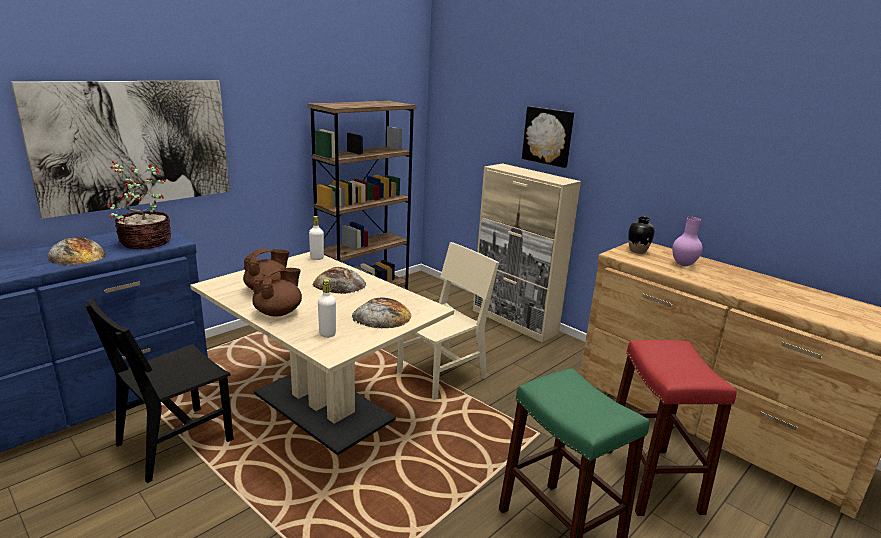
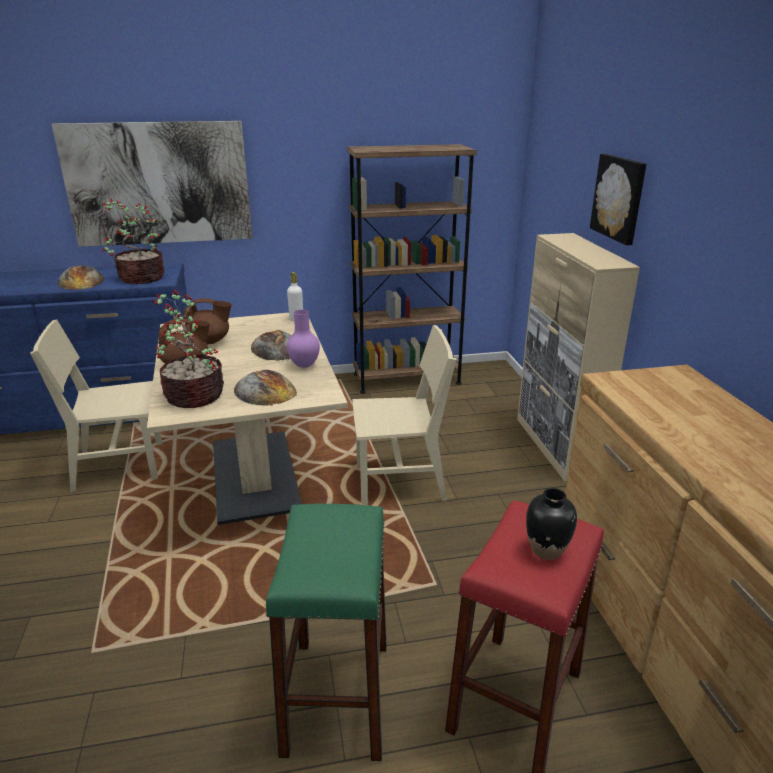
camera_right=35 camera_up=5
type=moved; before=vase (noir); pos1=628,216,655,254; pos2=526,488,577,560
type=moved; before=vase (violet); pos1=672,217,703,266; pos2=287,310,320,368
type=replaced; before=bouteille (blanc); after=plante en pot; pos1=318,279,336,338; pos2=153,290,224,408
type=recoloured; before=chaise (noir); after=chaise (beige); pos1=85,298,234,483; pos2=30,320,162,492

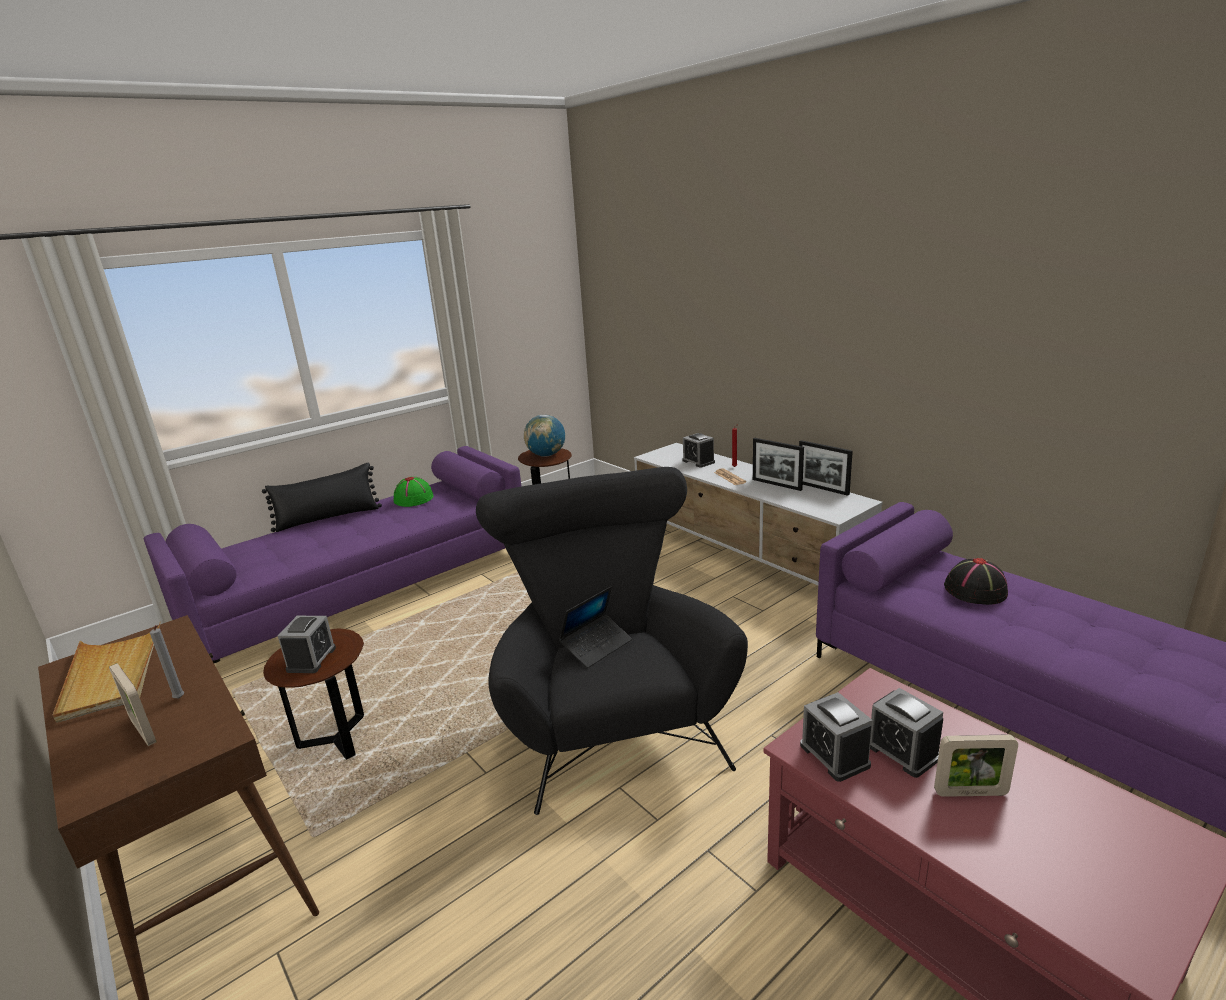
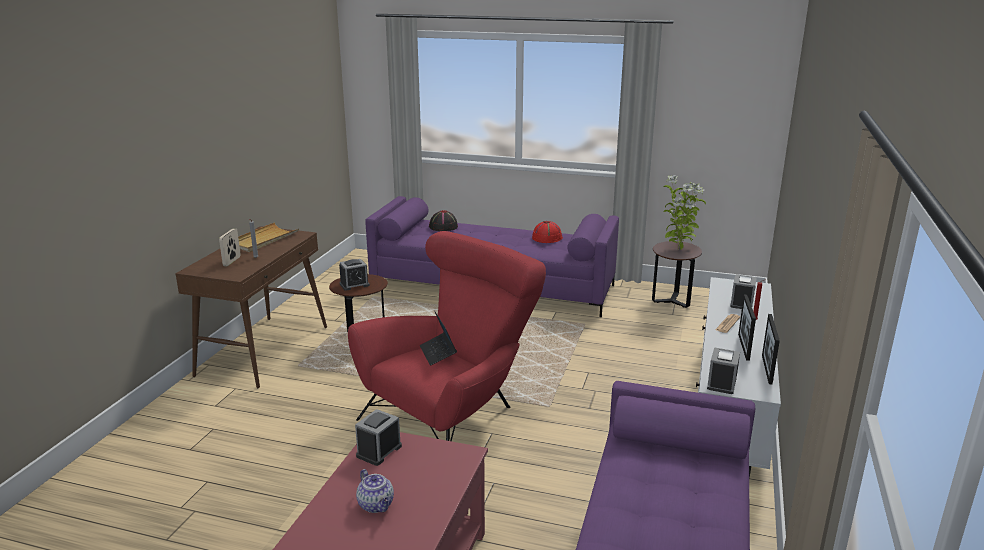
camera_right=55 camera_up=0
type=replaced; before=globe; after=plante en pot; pos1=524,415,565,457; pos2=663,175,706,250
type=removed; before=coussin (noir); pos1=262,463,382,532
type=recoloured; before=fauteuil (noir); after=fauteuil (rouge); pos1=476,467,748,815; pos2=348,231,546,441
type=recoloured; before=chapeau (vert); after=chapeau (rouge); pos1=393,477,434,507; pos2=532,221,563,243
type=moved; before=chapeau (noir); pos1=944,558,1008,605; pos2=429,210,458,231
type=turned; before=ordinateur portable; pos1=559,586,632,668; pos2=420,312,457,366; turn=60
type=moved; before=réveil; pos1=870,688,943,778; pos2=707,347,740,394
type=replaced; before=cadre photo; after=théière; pos1=934,734,1018,797; pos2=356,469,394,513

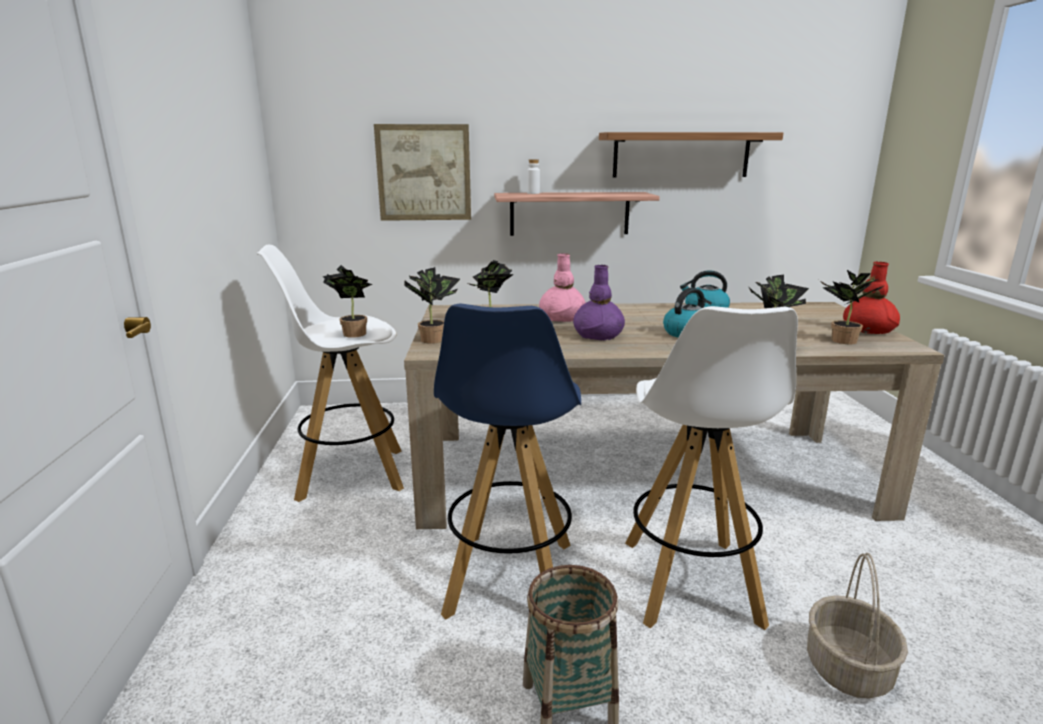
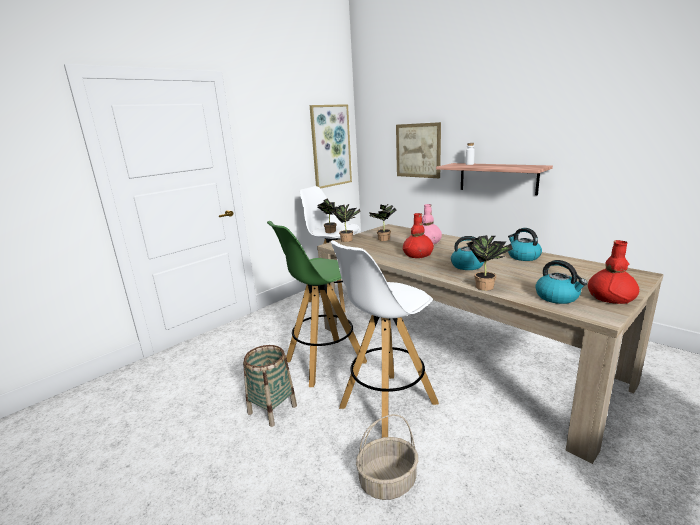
camera_right=50 camera_up=0
type=removed; before=étagère; pos1=599,132,783,178
type=recoloured; before=vase (violet); after=vase (rouge); pos1=573,265,625,340; pos2=402,213,434,259
type=replaced; before=plante en pot; after=bouilloire; pos1=819,270,883,344; pos2=535,260,588,304
type=recoloured; before=tabouret (bleu); after=tabouret (vert); pos1=434,303,581,620; pos2=267,221,367,387
type=added; after=tableau; pos2=310,104,352,189

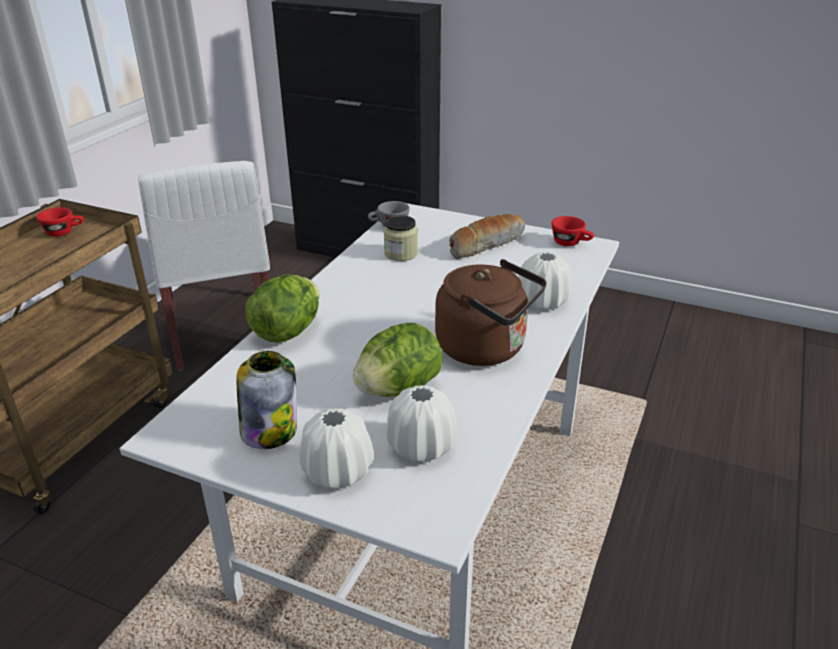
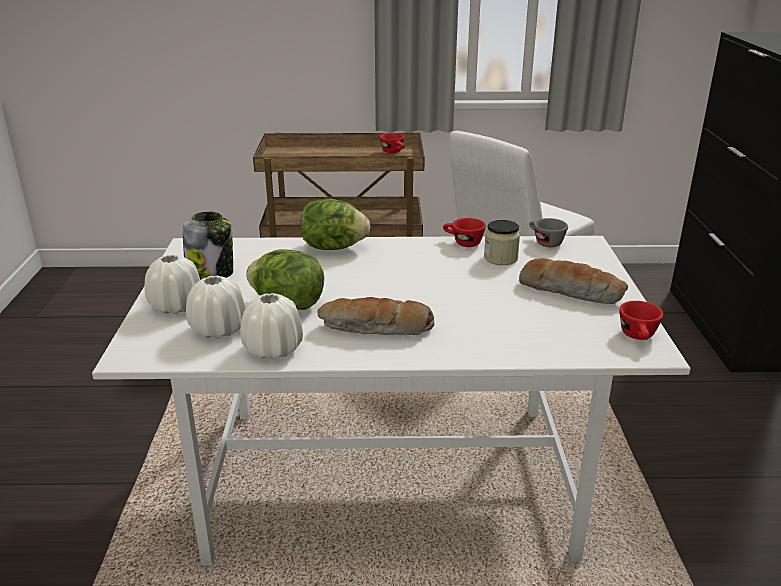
camera_right=65 camera_up=-5
type=moved; before=vase (blanc); pos1=518,252,572,310; pos2=240,293,303,360
type=replaced; before=bouilloire (marron); after=pain; pos1=435,259,547,366; pos2=317,297,434,335
type=added; after=tasse (rouge); pos2=443,218,486,247

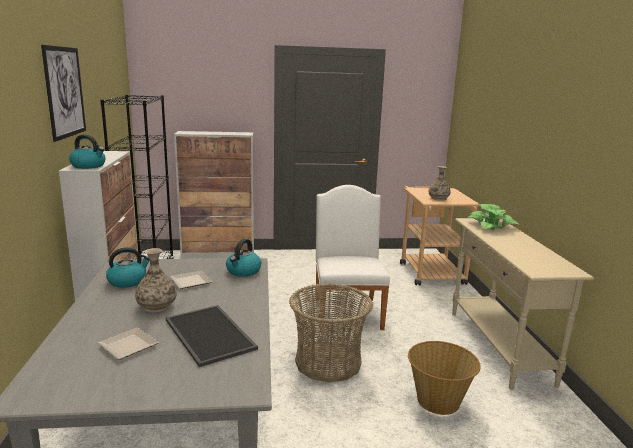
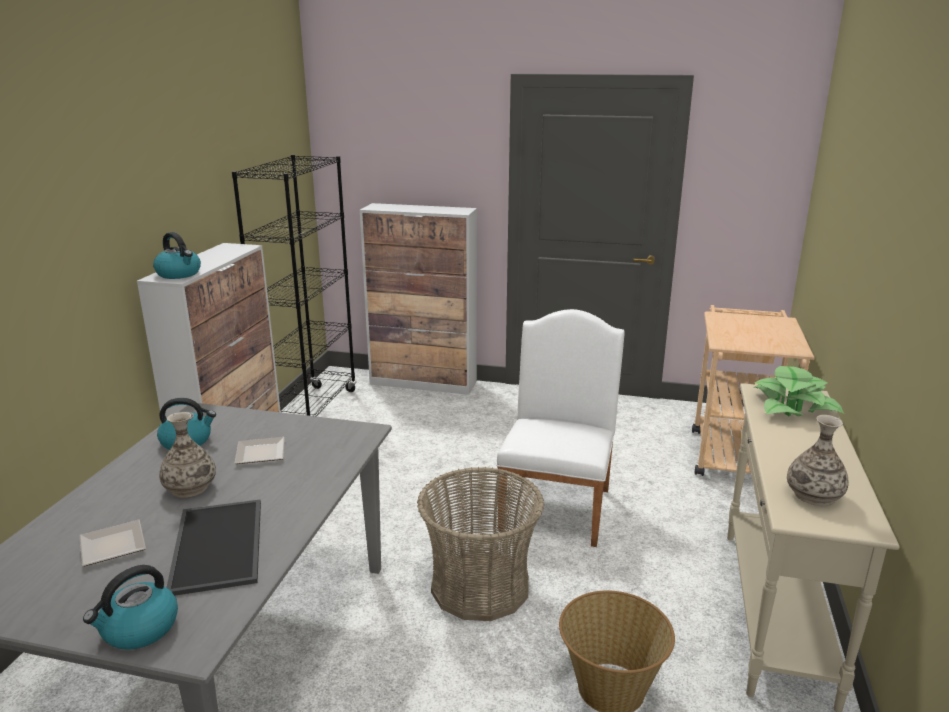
camera_right=20 camera_up=5
type=removed; before=tableau; pos1=41,45,86,142
type=moved; before=vase; pos1=429,166,451,201; pos2=787,415,849,506
type=moved; before=bouilloire; pos1=226,239,261,277; pos2=83,565,178,650

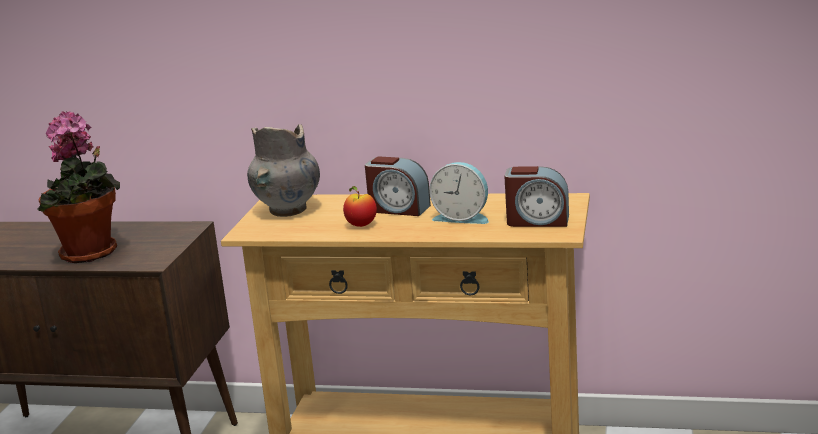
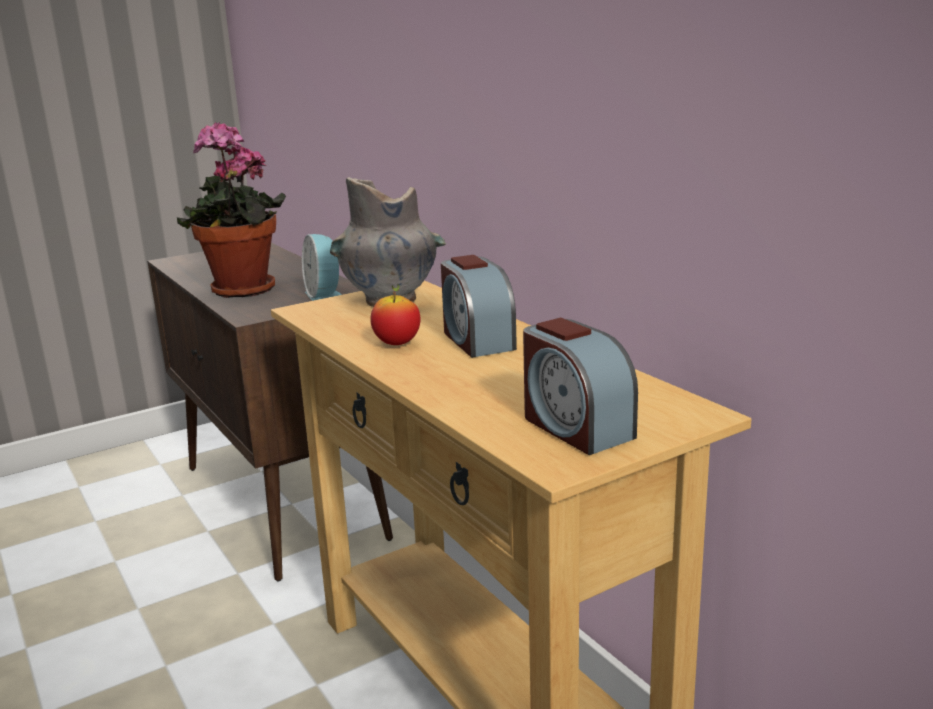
camera_right=45 camera_up=0
type=moved; before=réveil; pos1=429,162,489,224; pos2=302,234,342,301

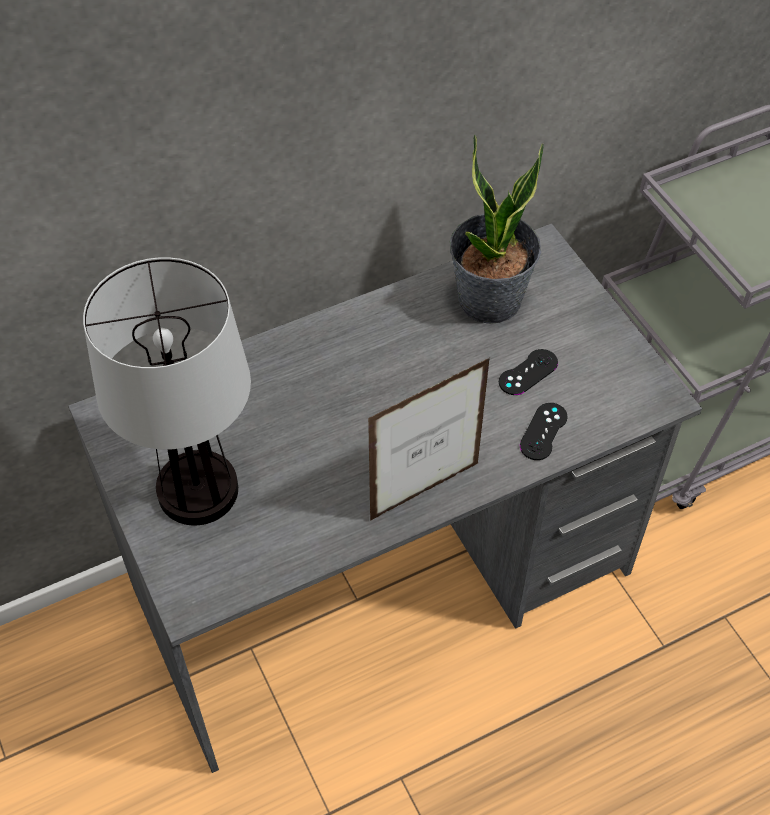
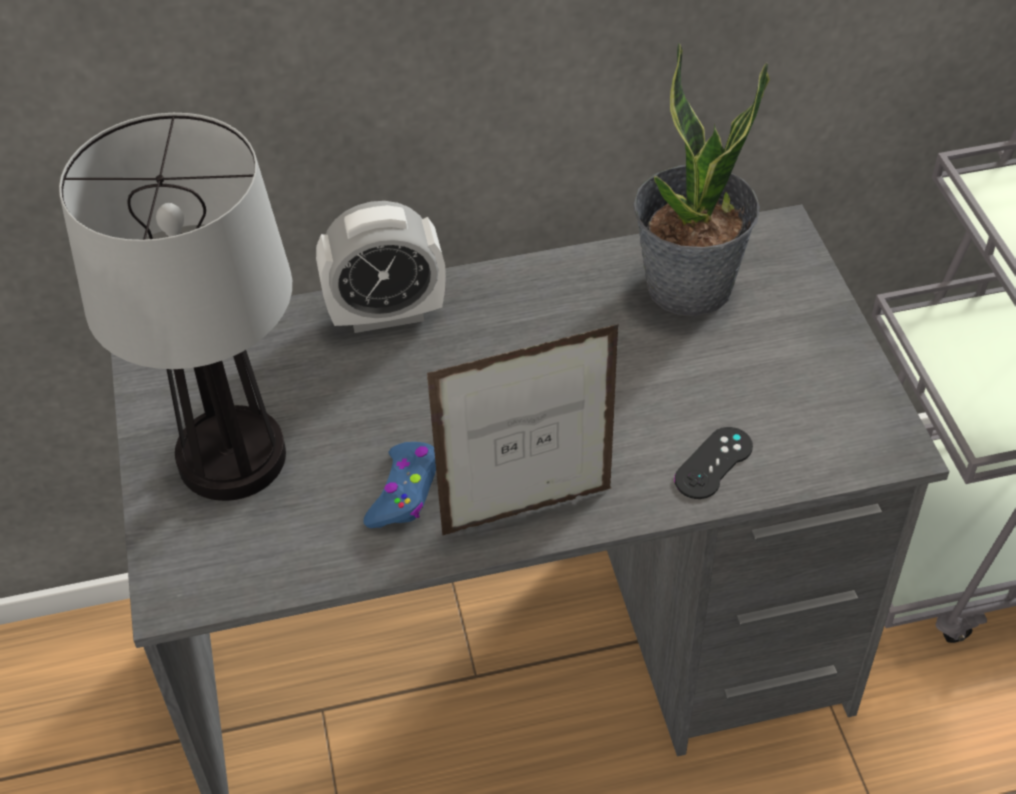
camera_right=15 camera_up=-5
type=removed; before=manette (noir); pos1=499,349,558,395
type=added; after=réveil; pos2=316,201,446,333
type=added; after=manette (bleu); pos2=363,442,436,528

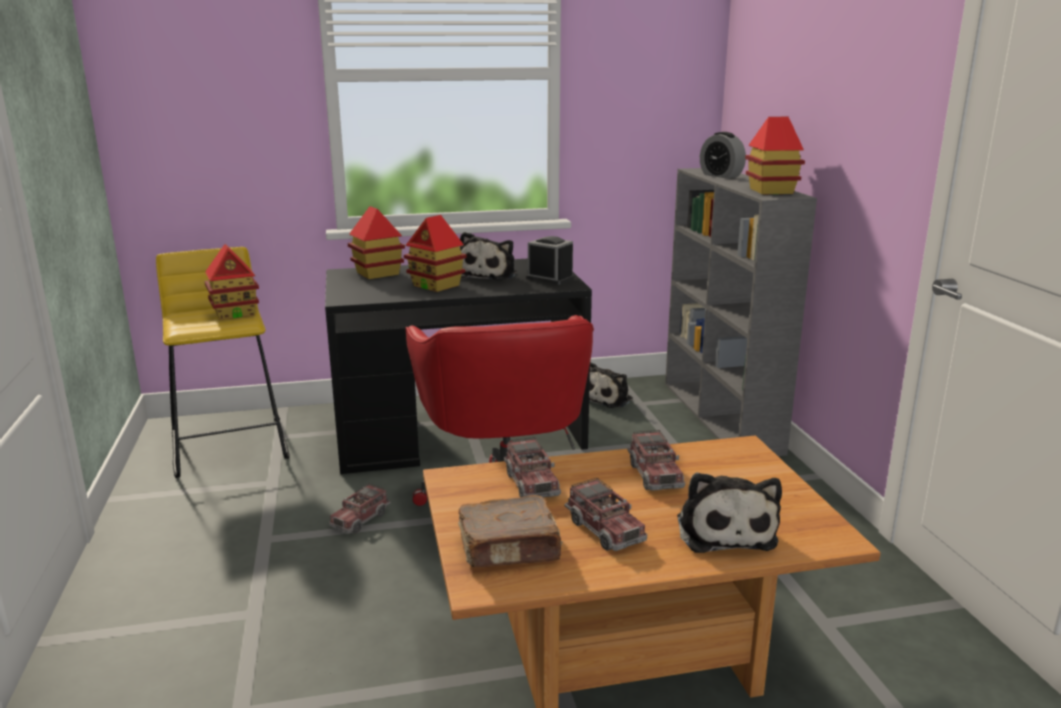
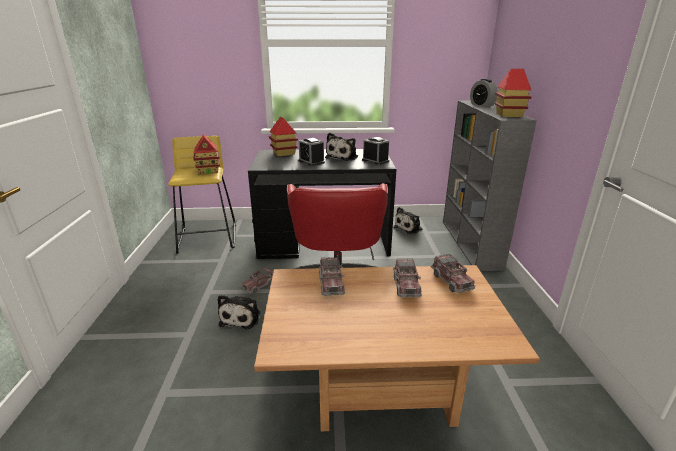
camera_right=10 camera_up=5
type=replaced; before=maison miniature; after=réveil; pos1=404,215,467,292; pos2=299,138,325,166
type=moved; before=peluche; pos1=677,472,782,553; pos2=218,295,261,329
type=moved; before=camion jouet; pos1=565,478,647,551; pos2=431,254,475,293
type=removed; before=livre (marron); pos1=458,495,563,567

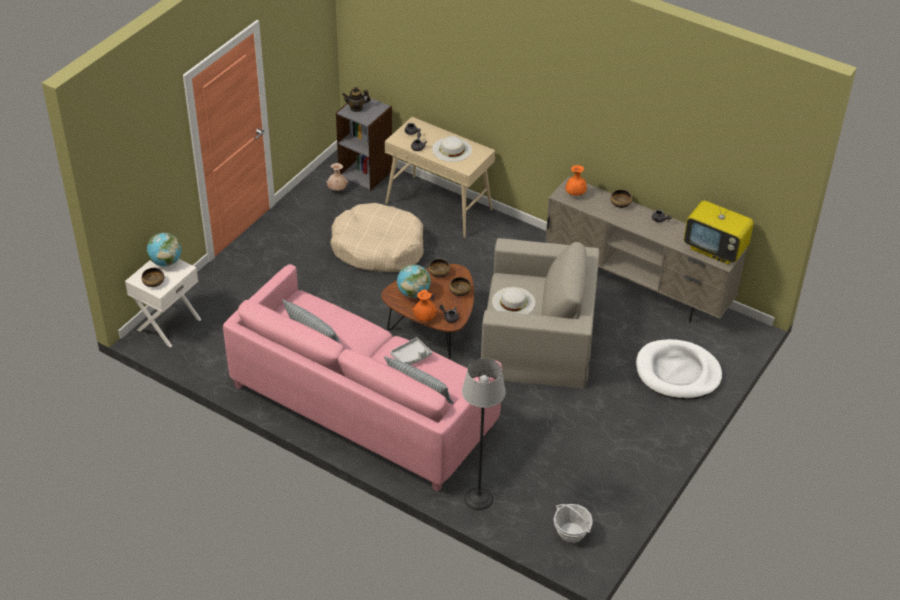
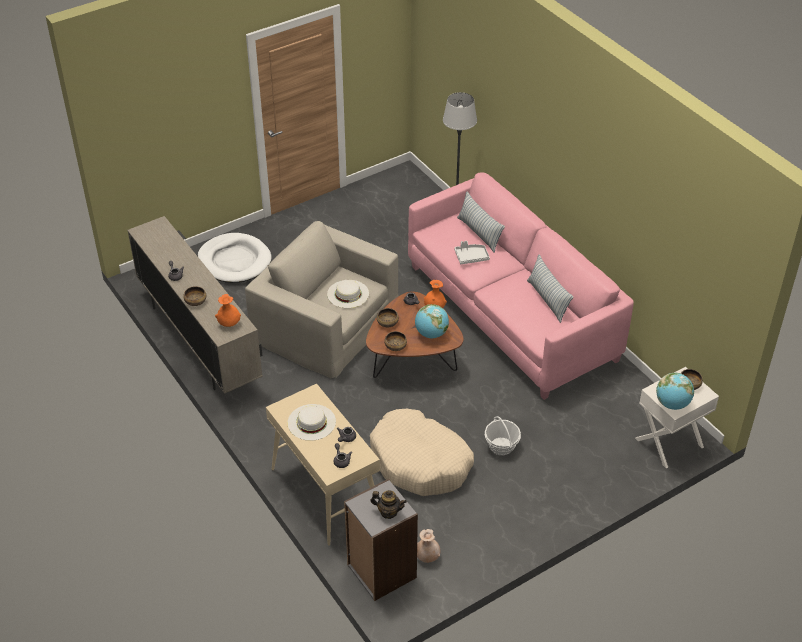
camera_right=-155 camera_up=0
type=removed; before=téléviseur; pos1=684,193,754,264
type=moved; before=panier; pos1=554,504,593,543; pos2=485,416,521,455

